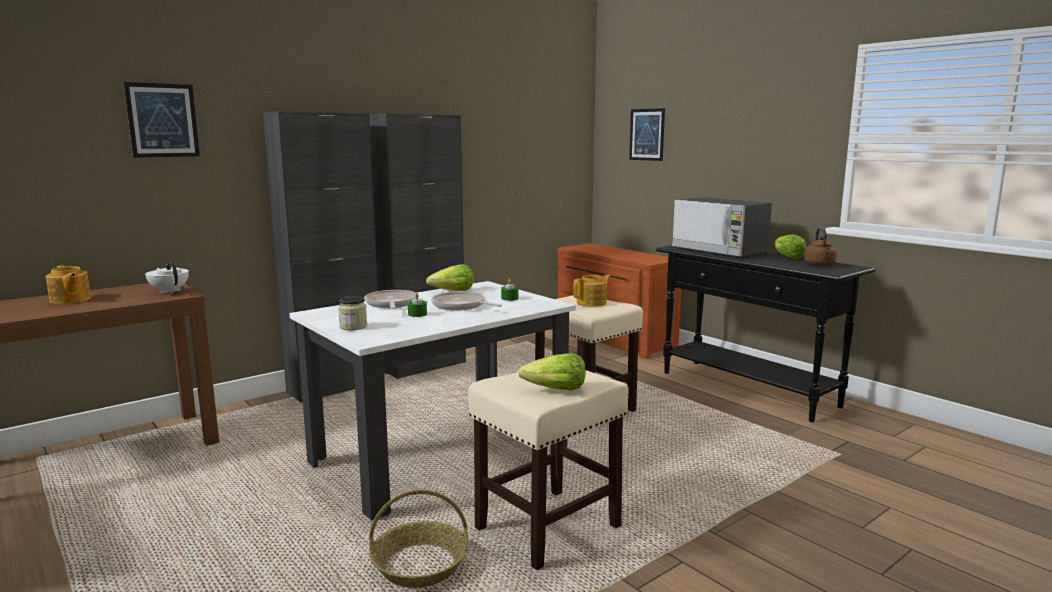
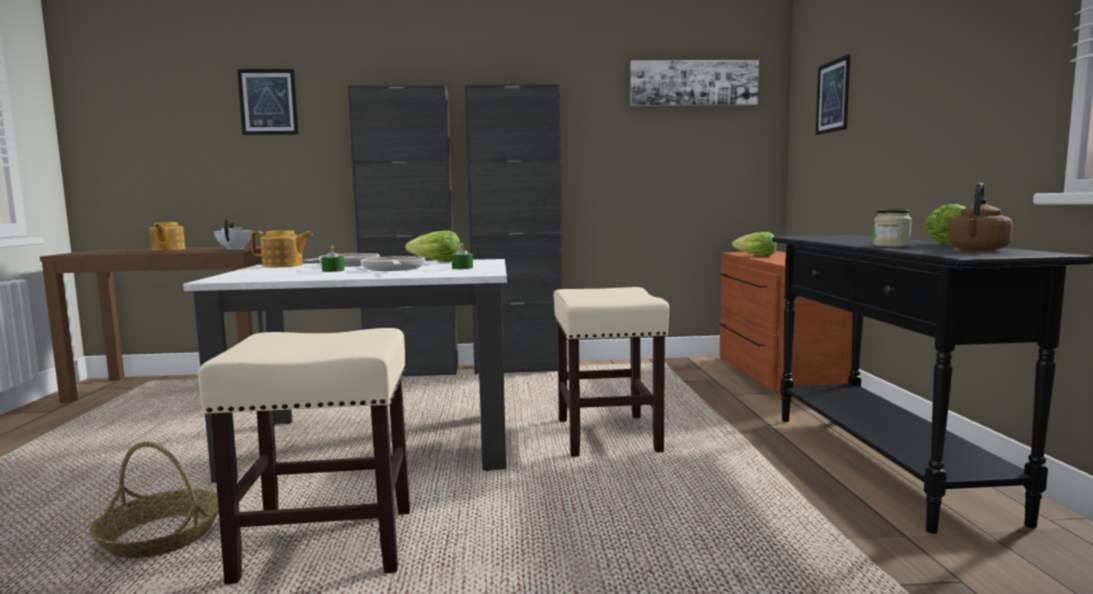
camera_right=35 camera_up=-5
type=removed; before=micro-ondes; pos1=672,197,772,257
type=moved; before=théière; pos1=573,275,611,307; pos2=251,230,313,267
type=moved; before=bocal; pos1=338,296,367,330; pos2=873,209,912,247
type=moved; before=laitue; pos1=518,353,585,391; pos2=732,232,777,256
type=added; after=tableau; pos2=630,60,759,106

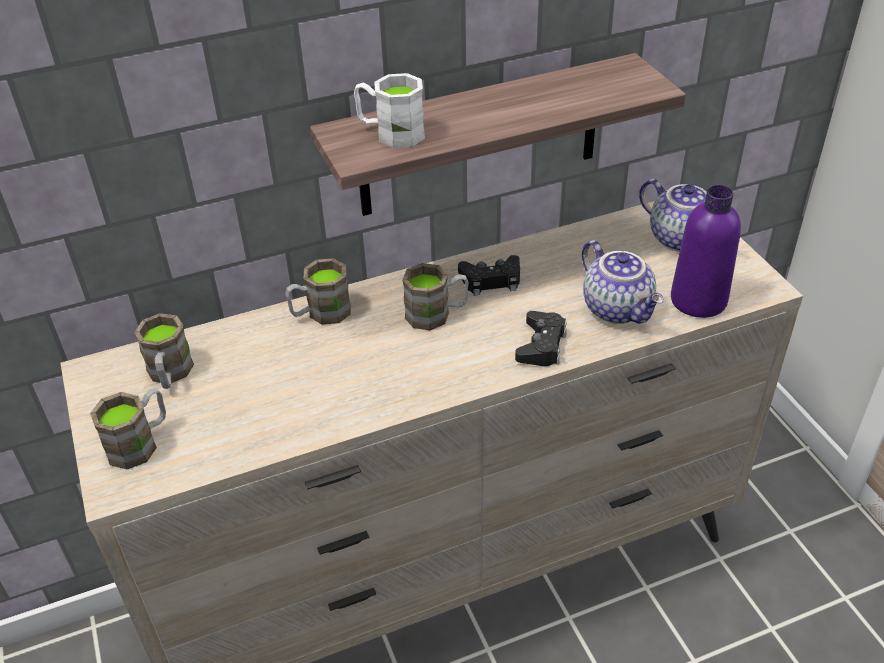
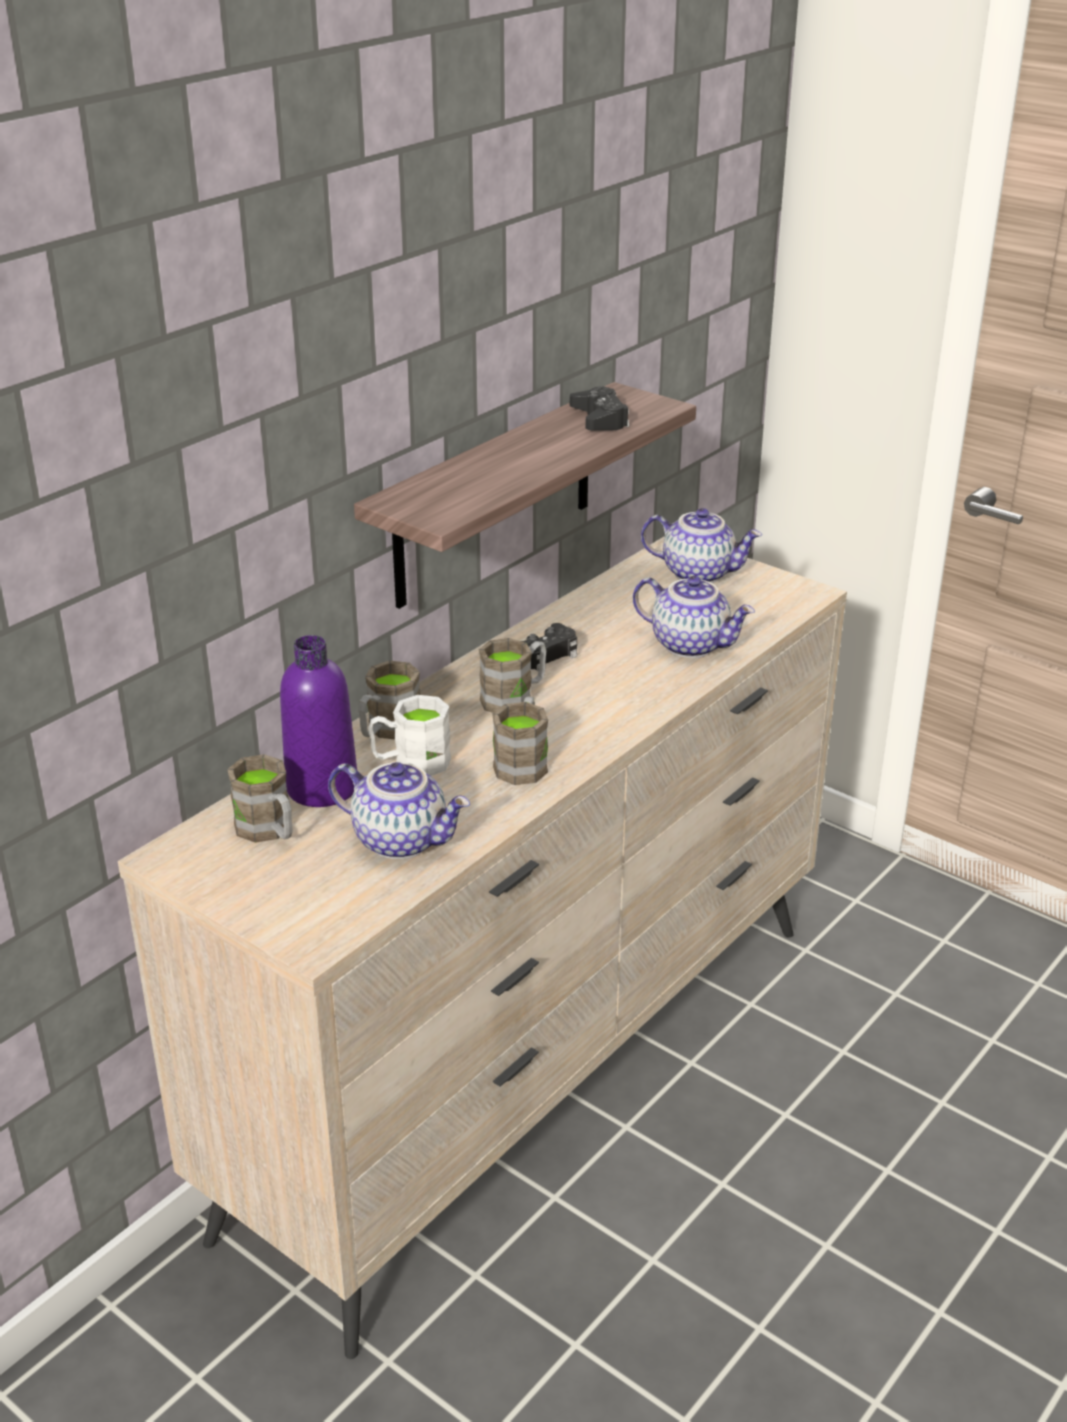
camera_right=-30 camera_up=-10
type=moved; before=mug (blanc); pos1=354,73,425,148; pos2=368,695,451,776
type=moved; before=bouteille (violet); pos1=671,185,741,318; pos2=280,635,357,807
type=moved; before=manette (noir); pos1=515,311,567,366; pos2=570,386,629,430
type=moved; before=mug (marron); pos1=90,388,166,469; pos2=492,696,548,785
type=added; after=théière; pos2=328,762,470,859

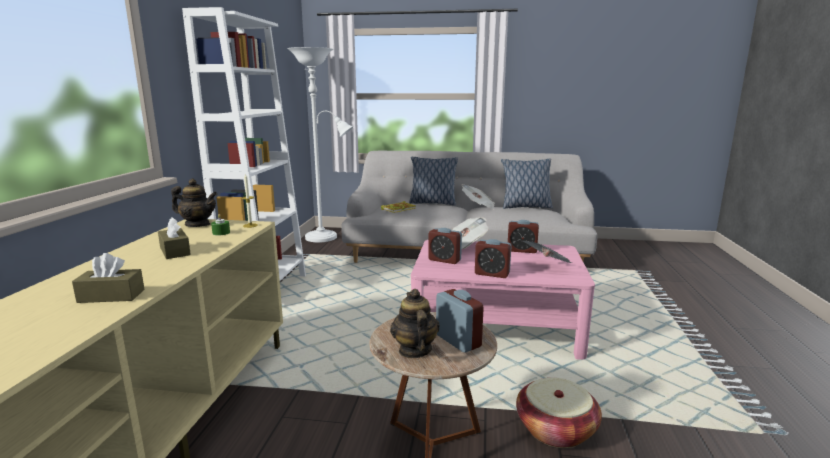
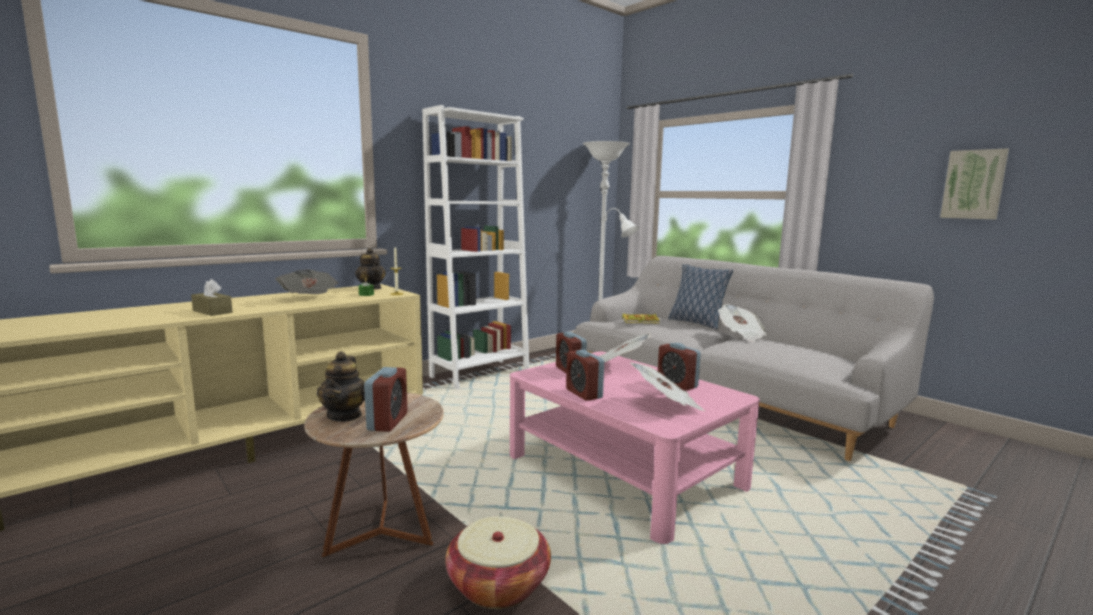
camera_right=40 camera_up=-5
type=removed; before=coussin; pos1=501,158,553,209
type=replaced; before=boîte à mouchoirs (marron); after=journal; pos1=158,217,191,259; pos2=275,270,338,294
type=turned; before=théière; pos1=390,289,440,358; pos2=317,351,365,422; turn=150
type=added; after=tableau; pos2=940,148,1009,219

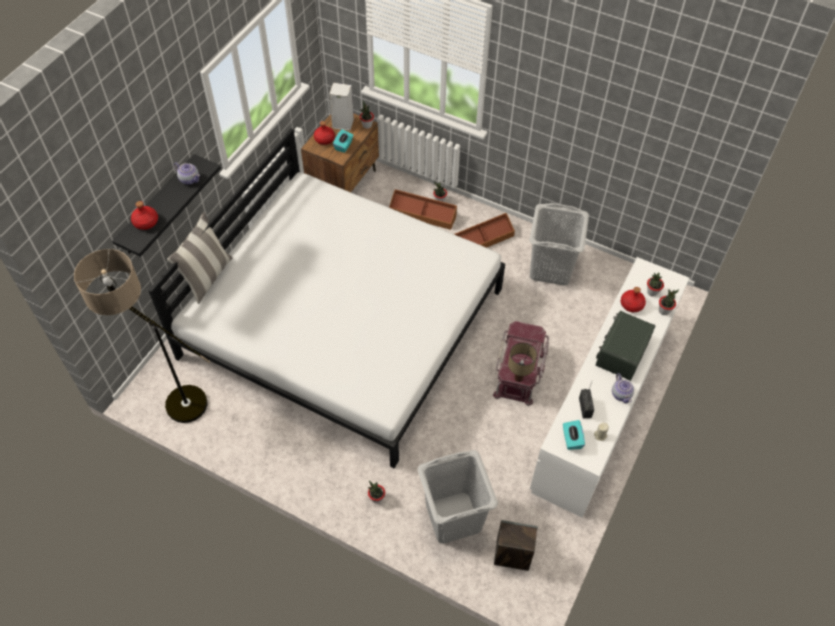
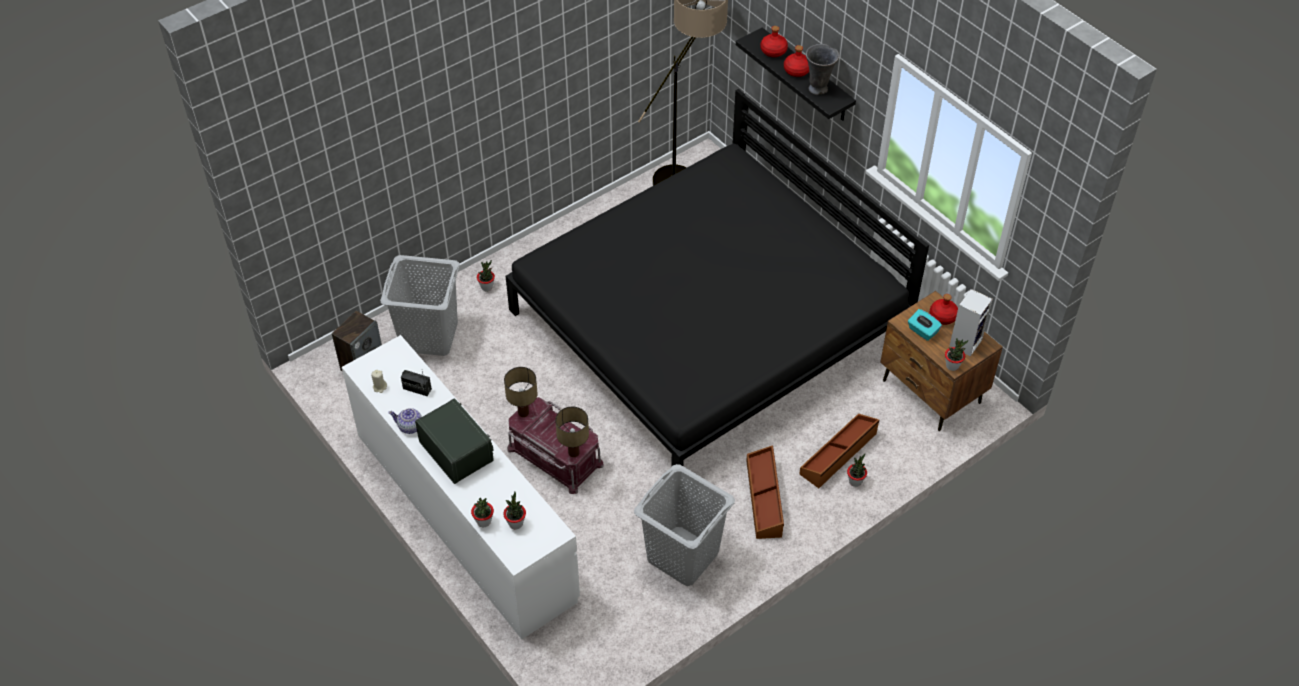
camera_right=115 camera_up=-5
type=recoloured; before=lit (blanc); after=lit (noir); pos1=148,128,505,468; pos2=506,89,929,467
type=replaced; before=théière; after=vase (gris); pos1=174,162,200,185; pos2=806,44,839,95
type=removed; before=coussin; pos1=167,212,233,304
type=moved; before=bouteille (rouge); pos1=621,287,646,312; pos2=784,45,809,77
type=removed; before=boîte à mouchoirs (turquoise); pos1=563,420,585,450
type=added; after=lampe de table; pos2=555,407,589,457

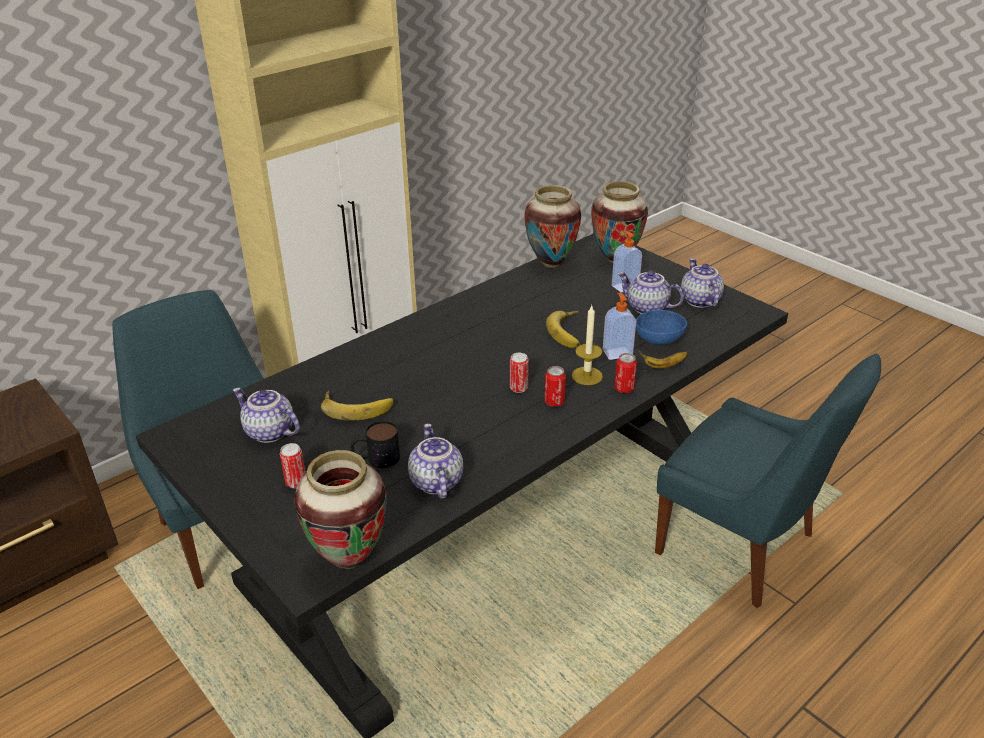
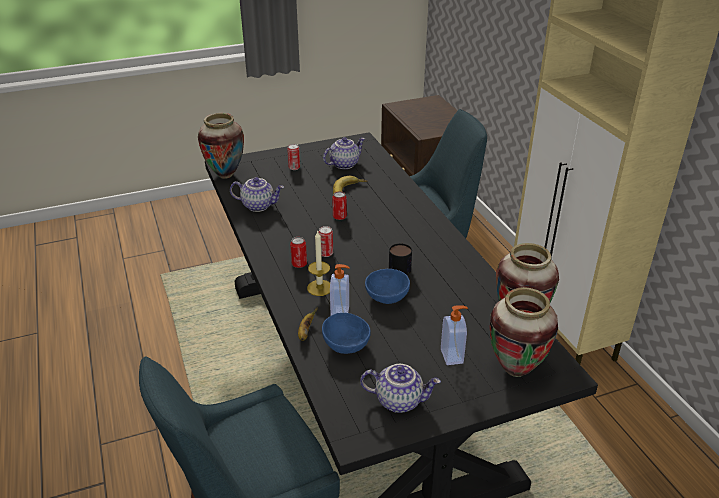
camera_right=110 camera_up=0
type=removed; before=théière; pos1=617,271,684,314
type=replaced; before=banane; after=bol (bleu); pos1=546,311,580,348; pos2=365,269,410,304
type=moved; before=boîte métallique; pos1=615,353,637,393; pos2=332,191,347,220
type=moved; before=mug; pos1=351,421,400,468; pos2=389,243,412,275

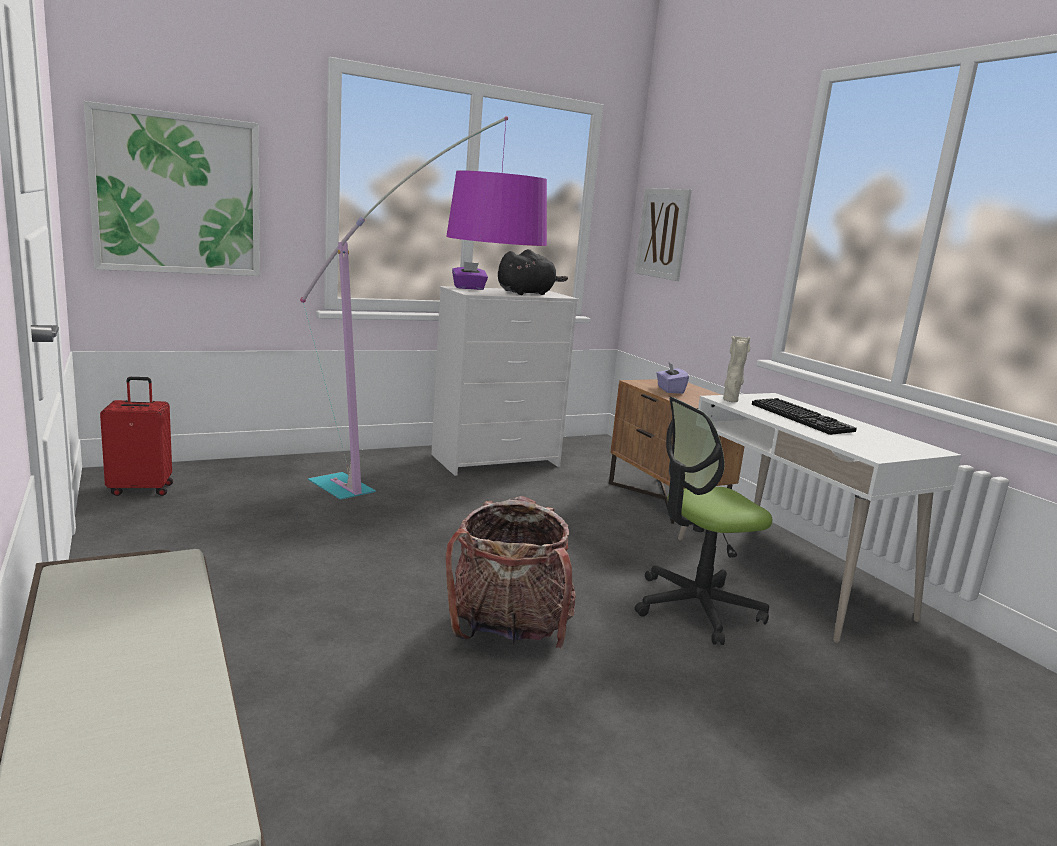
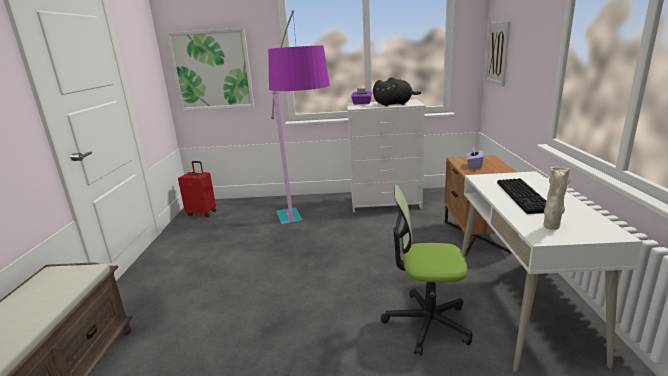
camera_right=30 camera_up=5
type=moved; before=vase (beige); pos1=723,336,750,402; pos2=544,167,571,230
type=removed; before=sac à dos; pos1=445,496,576,649

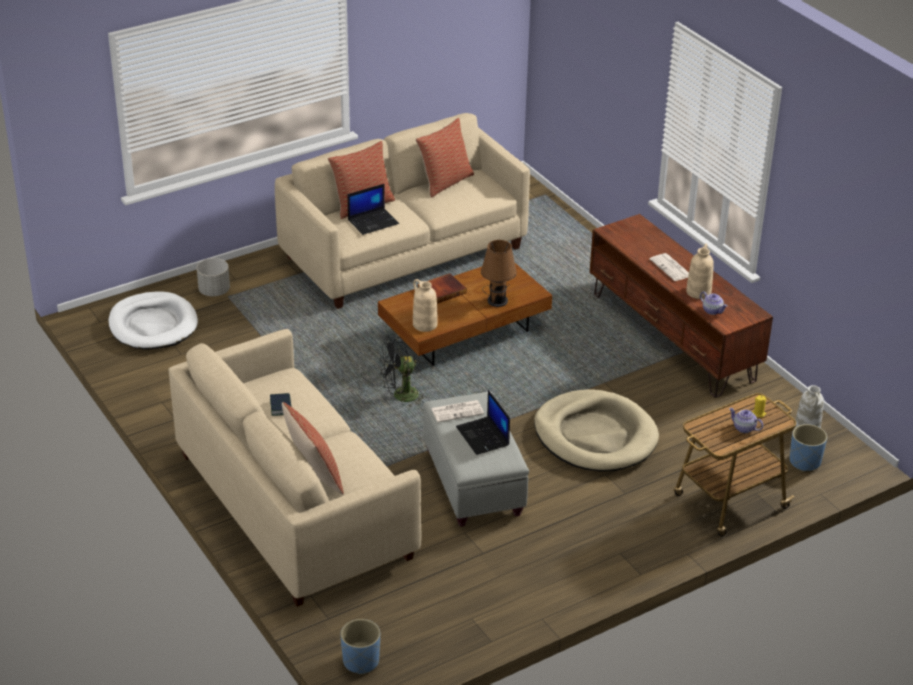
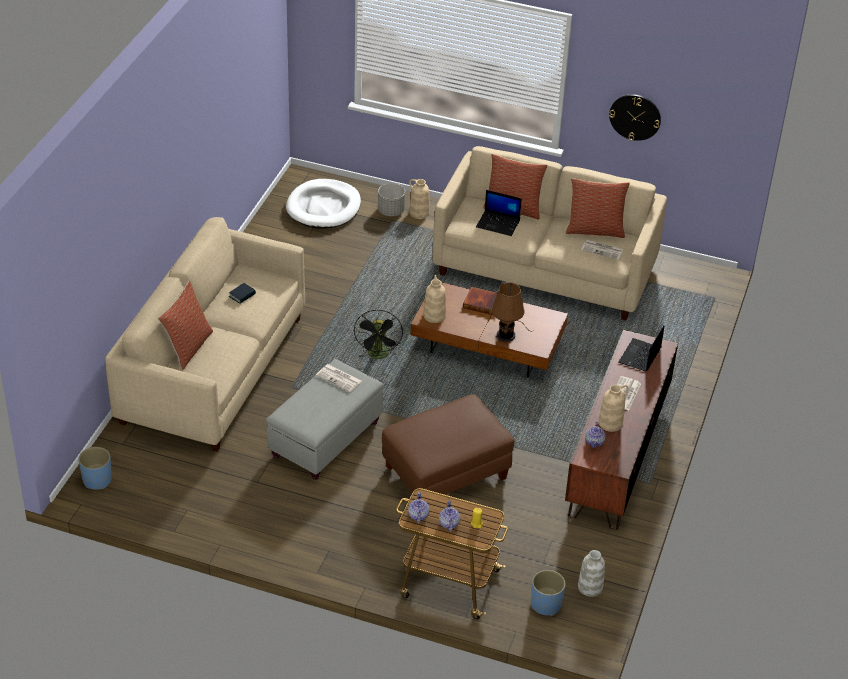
camera_right=50 camera_up=5
type=turned; before=ventilateur (noir); pos1=380,337,426,407; pos2=354,310,403,359; turn=-120
type=replaced; before=panier pour chien (beige); after=pouf (marron); pos1=534,389,659,472; pos2=382,394,514,495
type=moved; before=ordinateur portable; pos1=456,390,510,455; pos2=618,325,664,372
type=added; after=horloge murale; pos2=609,94,661,141
type=added; after=vase (beige); pos2=409,179,430,219
type=added; after=journal; pos2=581,240,623,260
type=added; after=théière; pos2=408,492,430,524

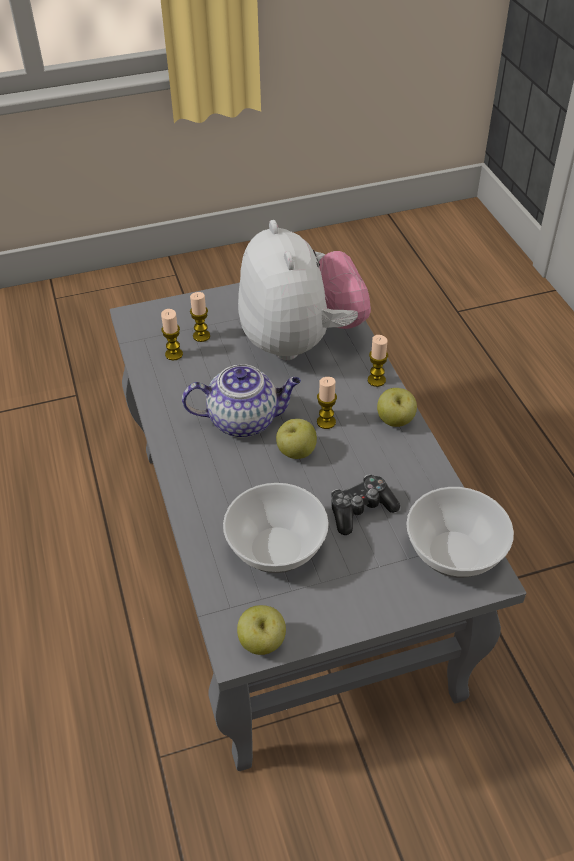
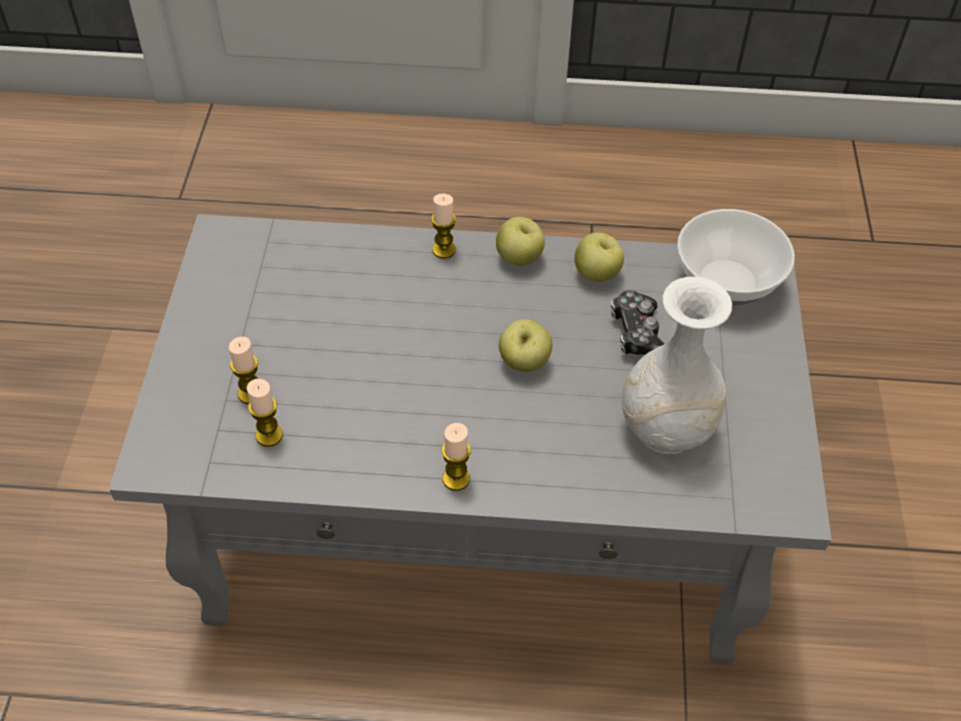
camera_right=-70 camera_up=5
type=removed; before=peluche; pos1=238,220,371,360
type=removed; before=théière; pos1=182,364,301,438
type=moved; before=bougie; pos1=317,377,337,429; pos2=442,423,471,491
type=replaced; before=bol; after=vase (blanc); pos1=223,483,329,573; pos2=622,277,732,454
type=moved; before=pomme; pos1=237,605,286,655; pos2=574,232,624,282

